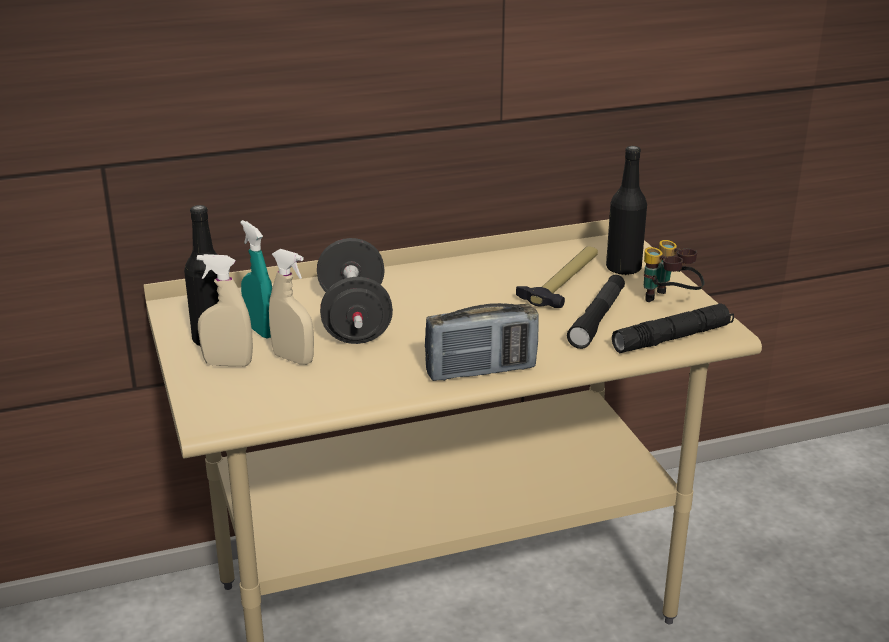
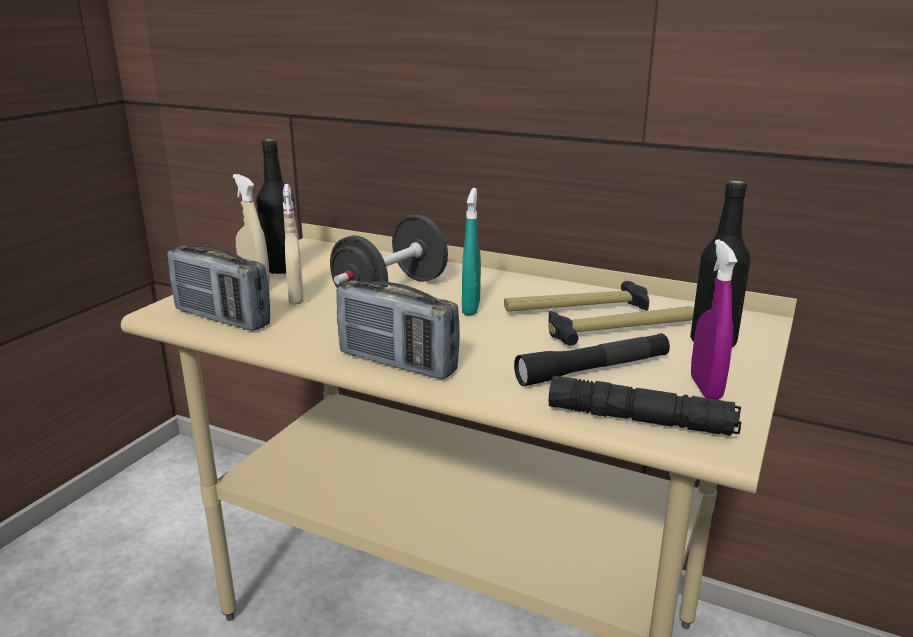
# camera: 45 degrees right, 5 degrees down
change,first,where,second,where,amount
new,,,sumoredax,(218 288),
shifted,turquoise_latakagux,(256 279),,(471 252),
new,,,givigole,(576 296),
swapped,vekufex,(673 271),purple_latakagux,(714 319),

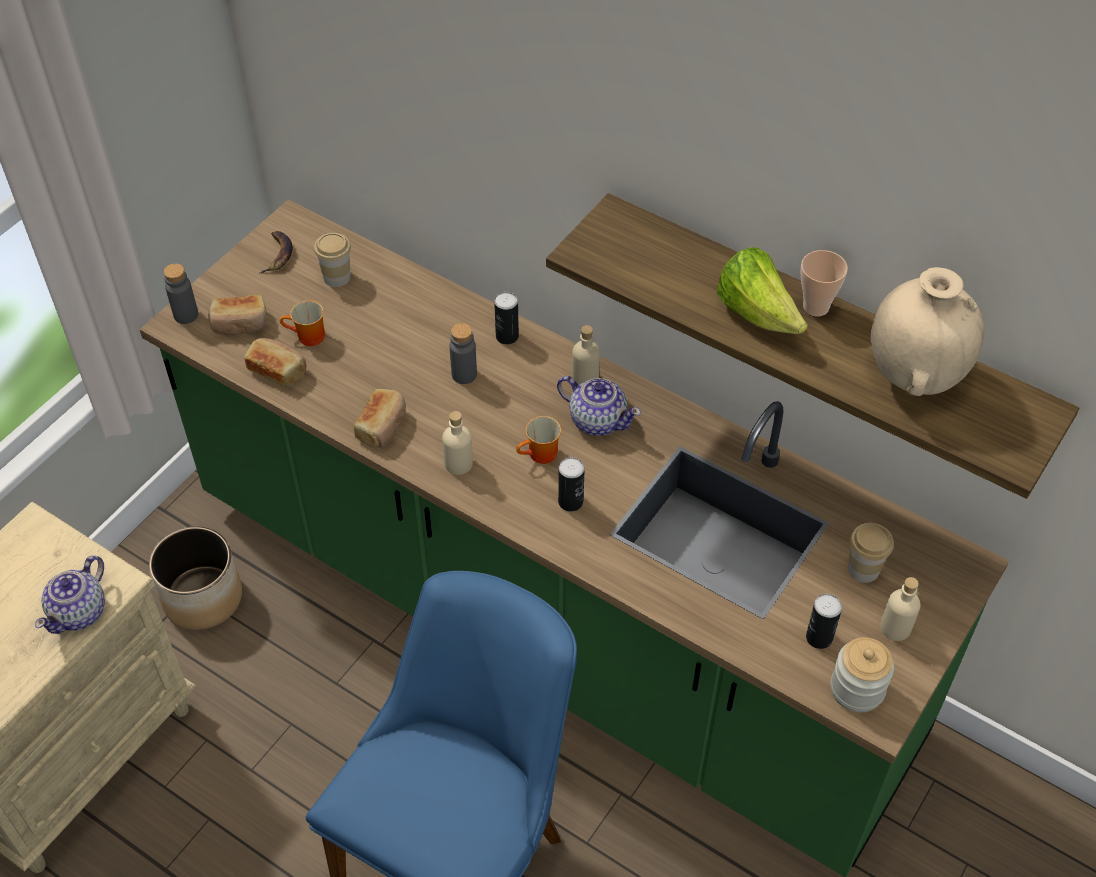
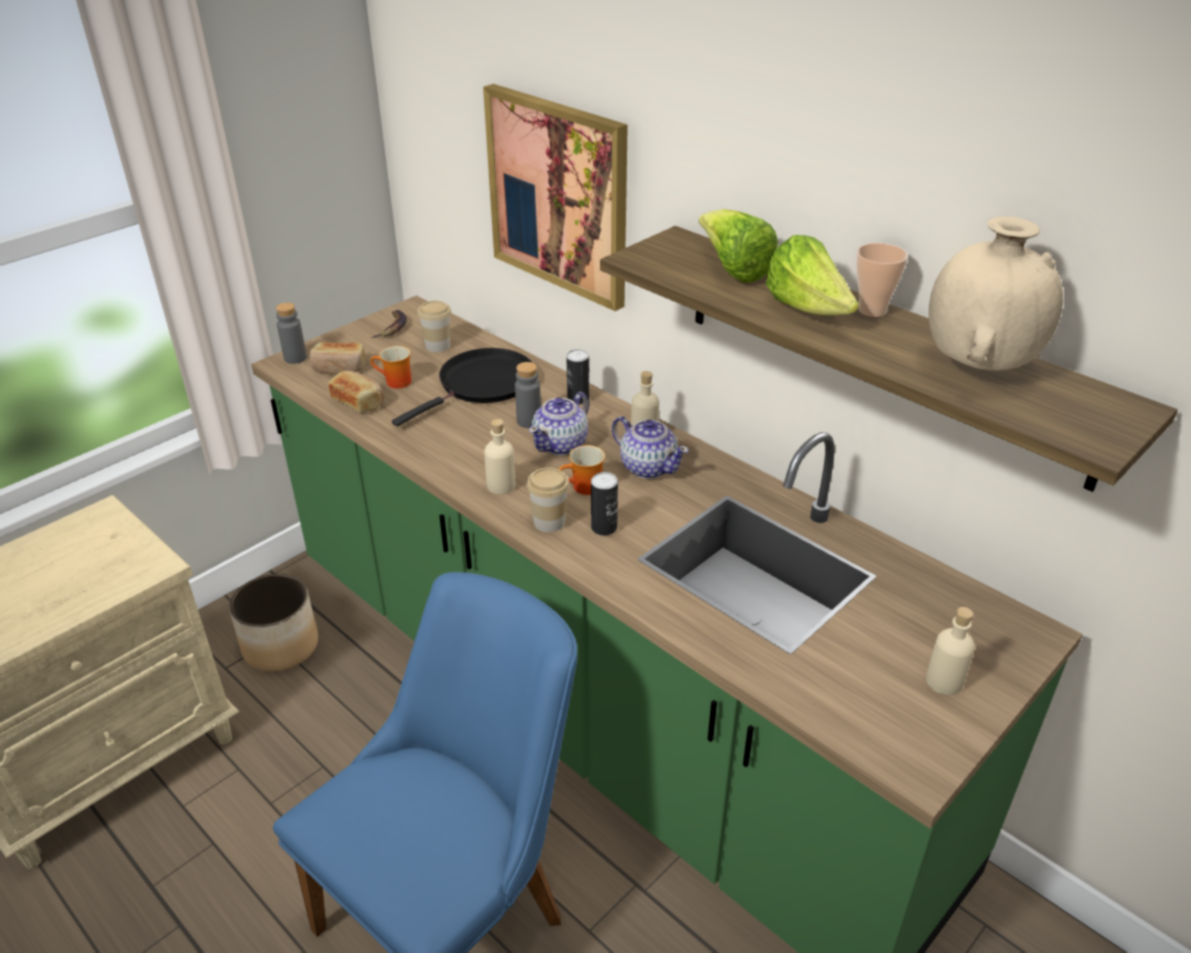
# camera: 10 degrees right, 15 degrees down
change,first,where,second,where,amount
new,,,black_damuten,(462 387),
new,,,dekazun,(555 197),
shifted,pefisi,(871 553),,(548 499),
shifted,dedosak,(70 595),,(559 423),
new,,,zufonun,(738 246),
gone,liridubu,(380 418),,,
gone,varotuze,(824 621),,,
gone,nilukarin,(862 674),,,

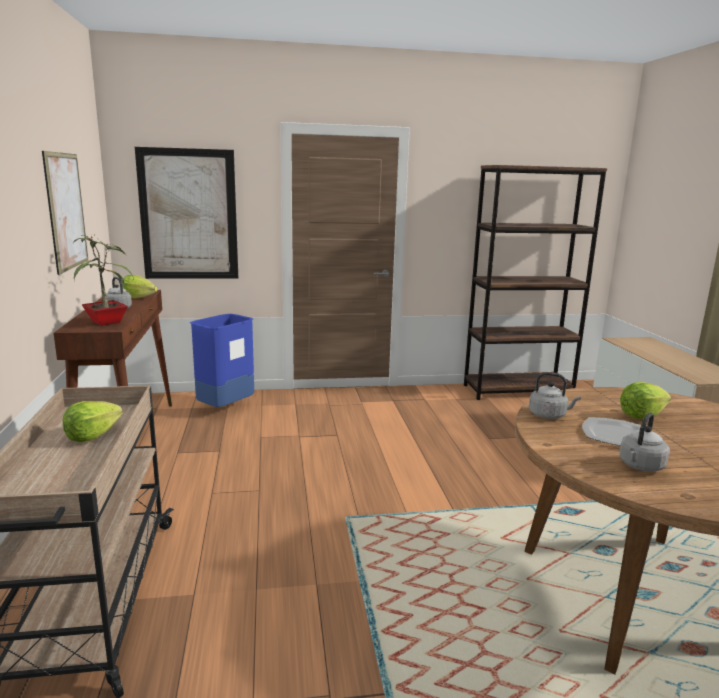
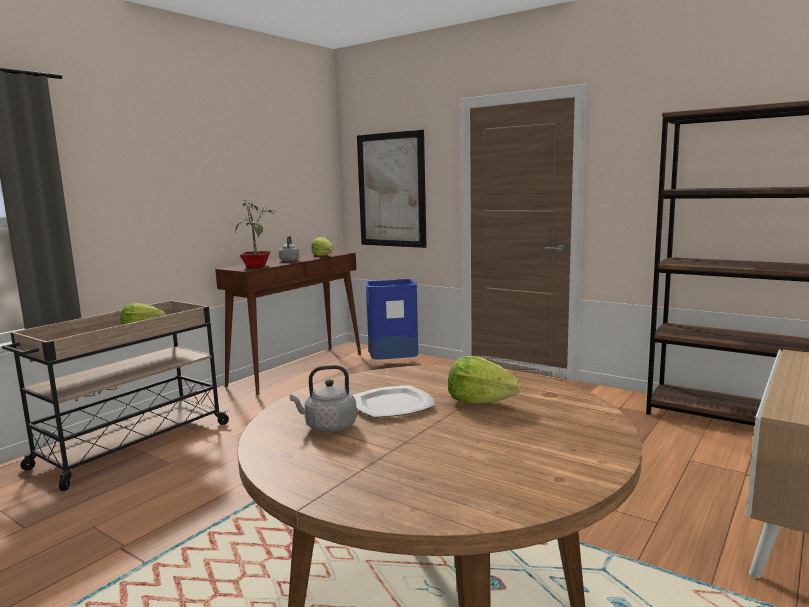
# camera: 45 degrees right, 5 degrees down
change,first,where,second,where,amount
gone,dekazun,(65 213),,,
gone,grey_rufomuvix,(555 395),,,

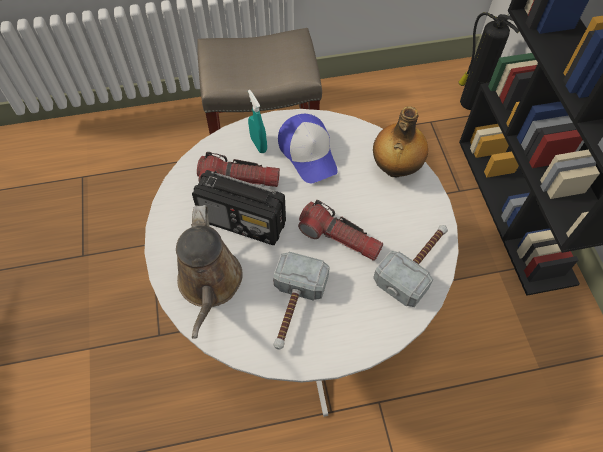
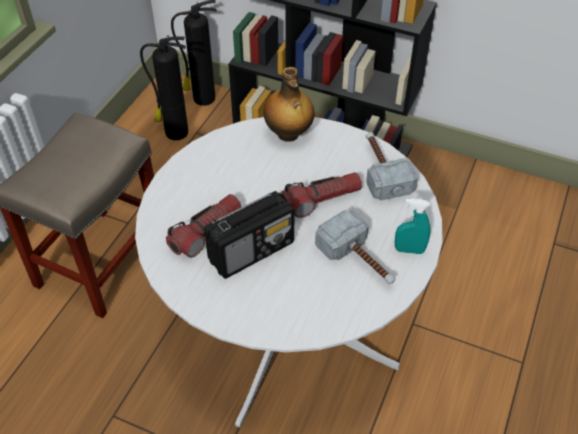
# camera: 55 degrees left, 10 degrees down
change,first,where,second,where,amount
new,,,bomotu,(164 87),
shifted,turquoise_latakagux,(257 121),,(412 226),
gone,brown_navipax,(209 271),,,
gone,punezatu,(308 148),,,

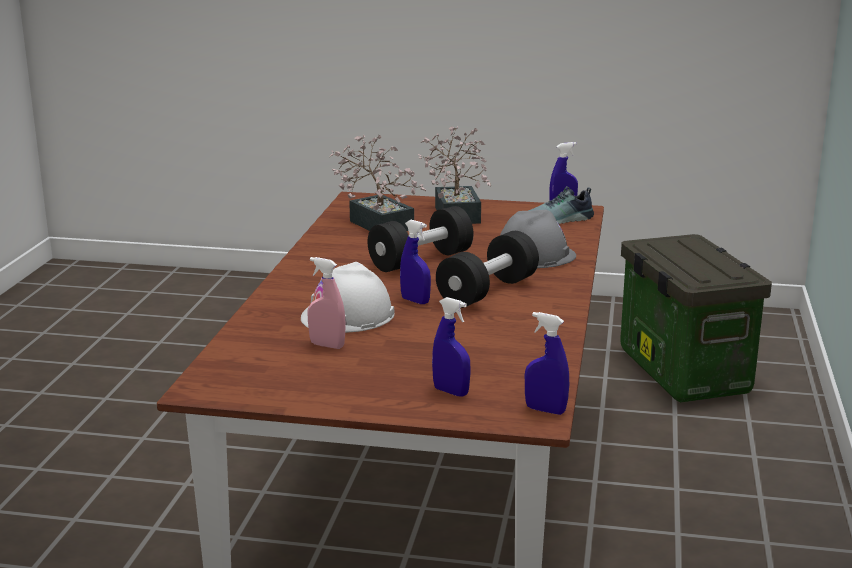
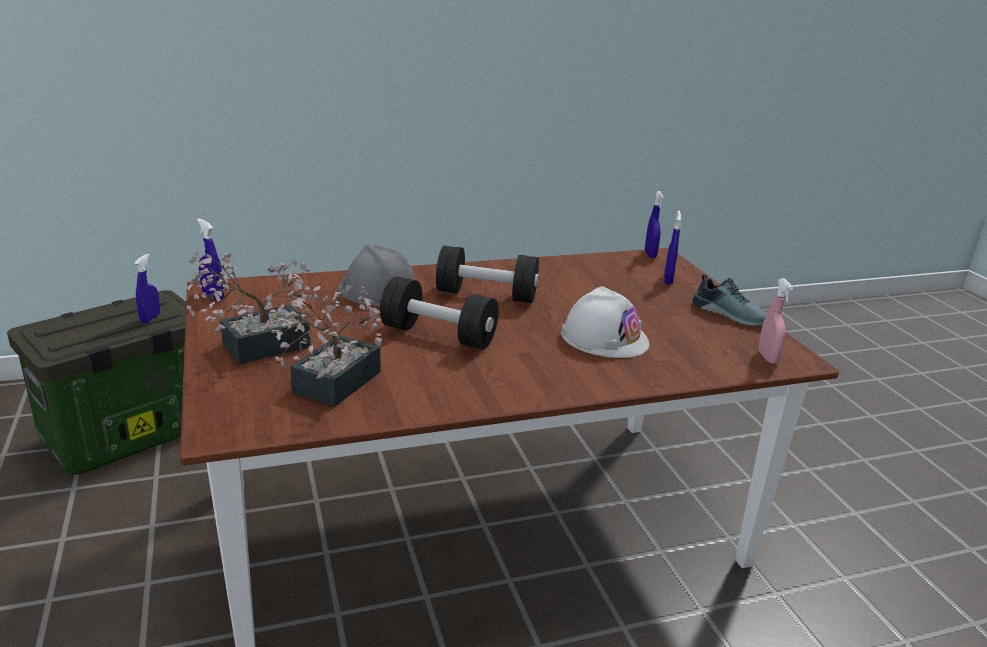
# camera: 120 degrees left, 5 degrees up
change,first,where,second,where,amount
shifted,blue_latakagux,(415 262),,(147 288),
shifted,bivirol,(561 205),,(730 300),
shifted,pink_latakagux,(327 303),,(775 321),

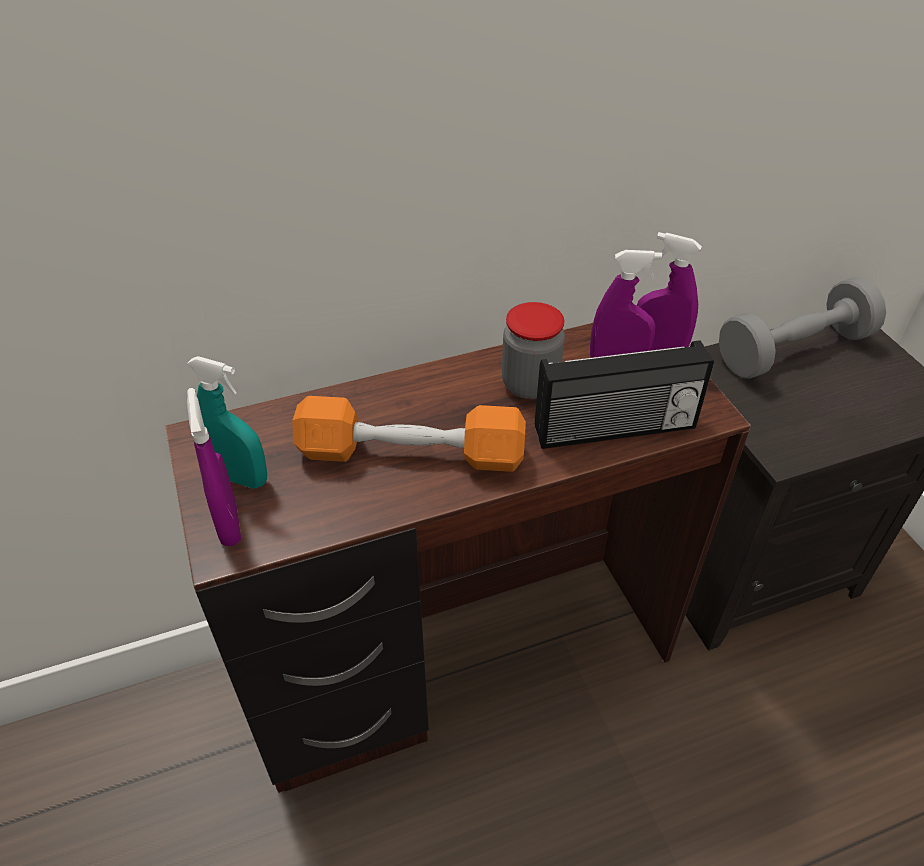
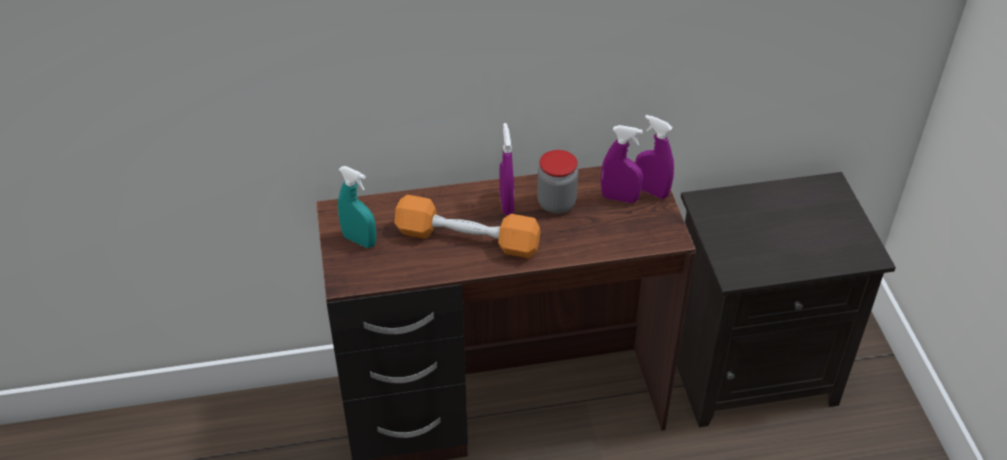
# camera: 10 degrees right, 0 degrees up
change,first,where,second,where,amount
shifted,purple_latakagux,(214 467),,(506 169),
gone,sumoredax,(624 394),,,
gone,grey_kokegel,(802 328),,,

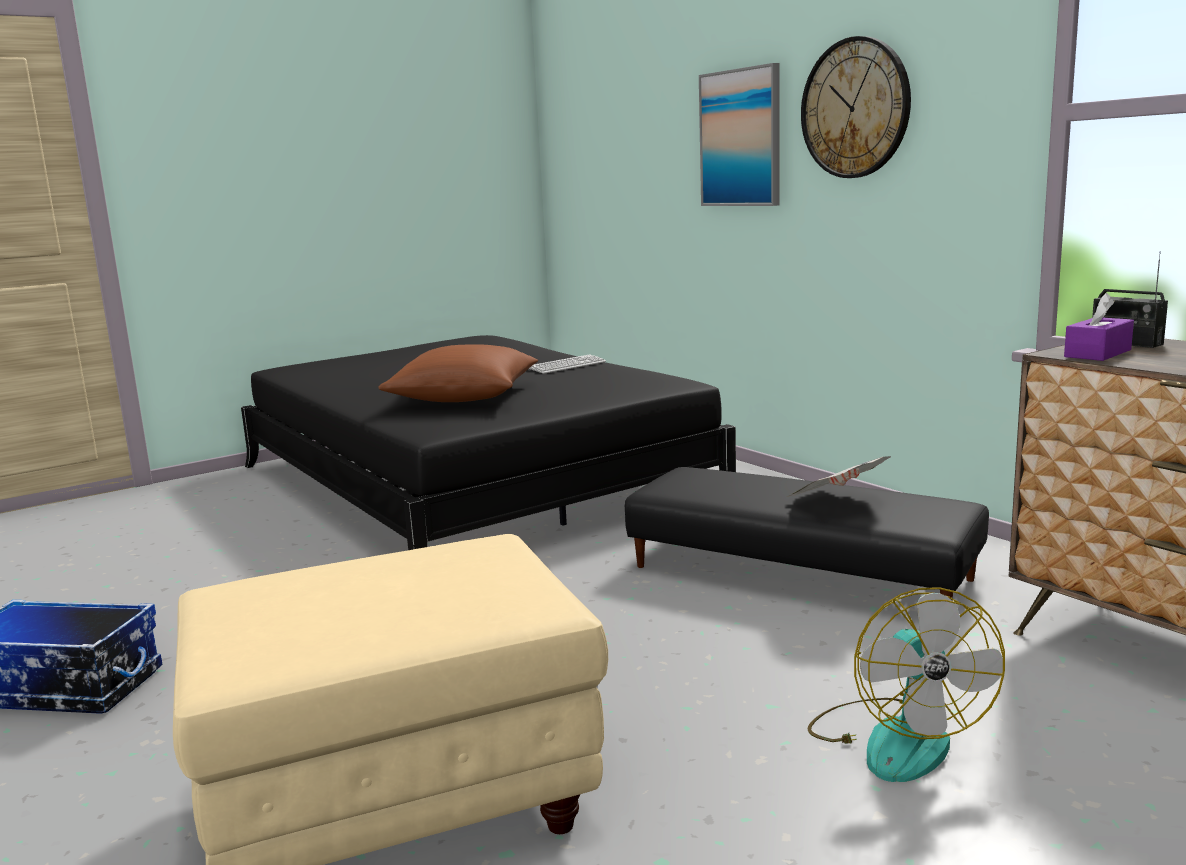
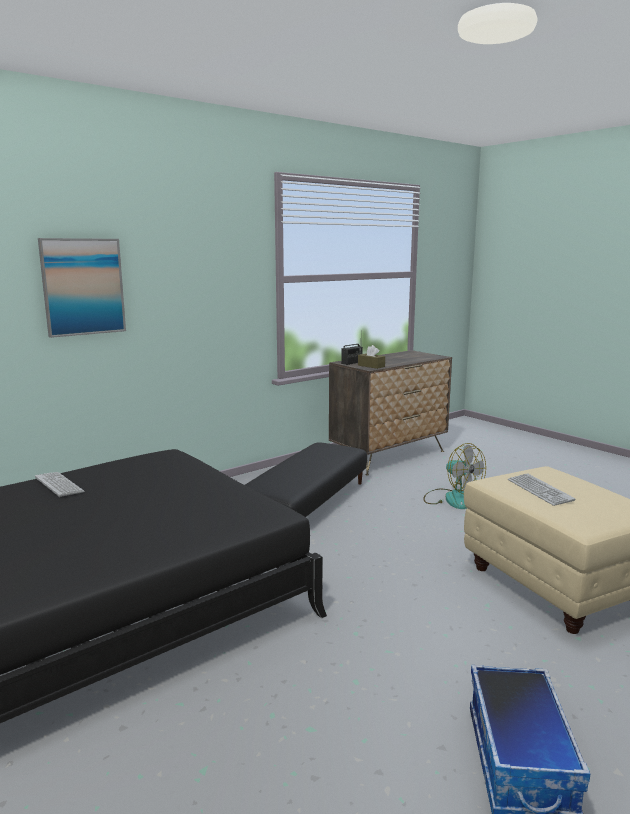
# camera: 95 degrees left, 0 degrees up
change,first,where,second,where,amount
repainted,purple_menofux,(1099 327),brown_menofux,(371 357),
rotated,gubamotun,(906 684),,(454 476),60 degrees clockwise
new,,,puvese,(541 489),
gone,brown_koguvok,(458 373),,,
gone,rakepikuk,(838 476),,,
gone,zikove,(856 107),,,

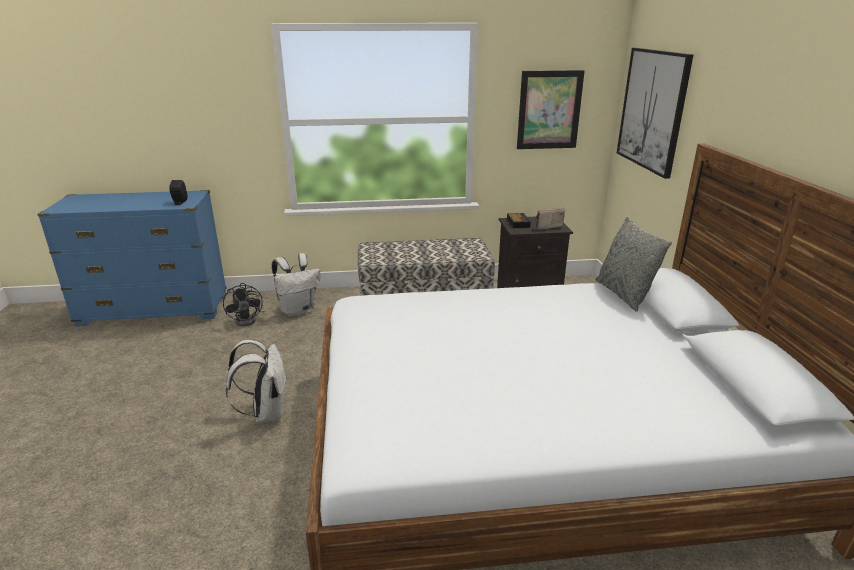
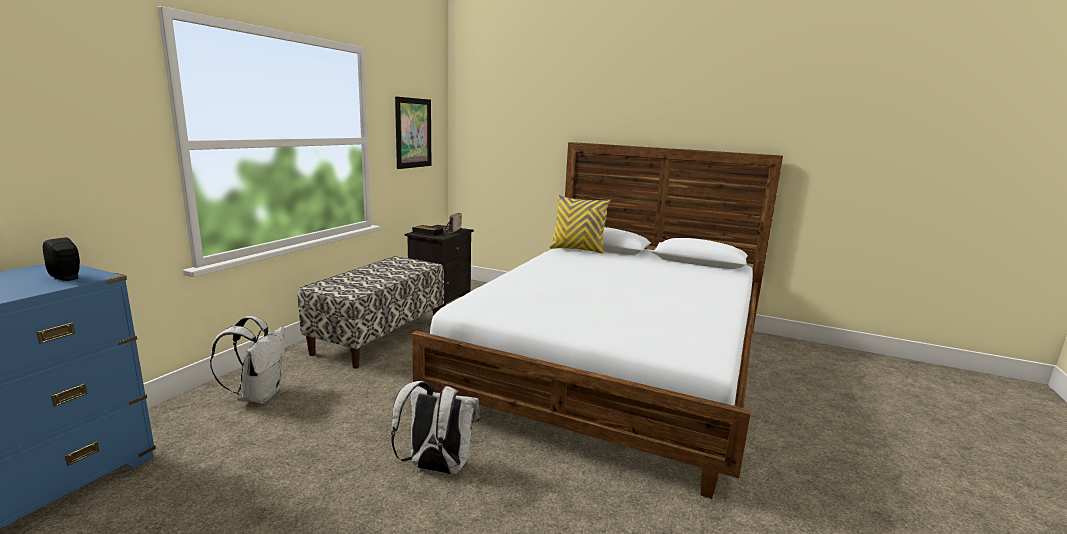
# camera: 60 degrees left, 10 degrees down
change,first,where,second,where,amount
repainted,grey_koguvok,(634 264),yellow_koguvok,(579 224),
gone,black_gubamotun,(244 304),,,
gone,dekazun,(655 113),,,

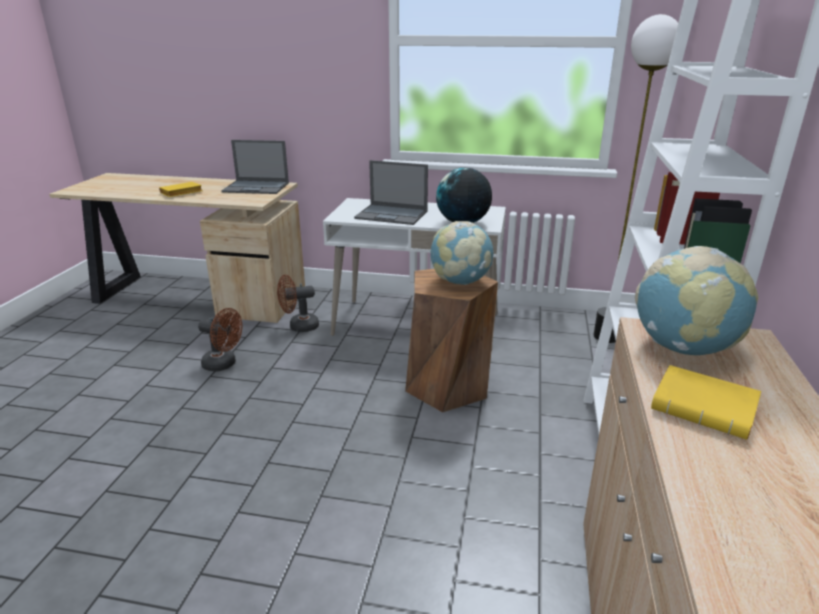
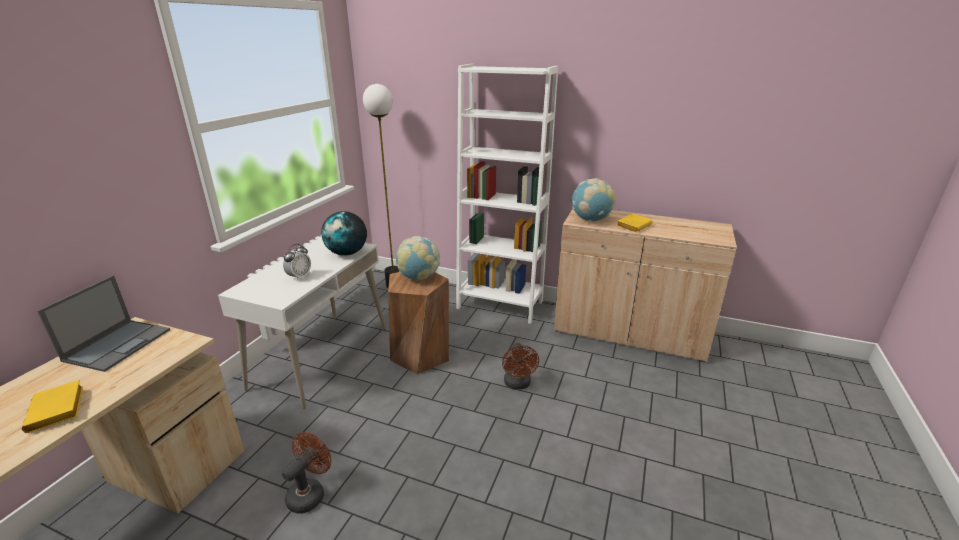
# camera: 80 degrees left, 0 degrees up
change,first,where,second,where,amount
swapped,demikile,(391 192),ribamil,(297 262),
shifted,brown_gubamotun,(298 303),,(520 366),

